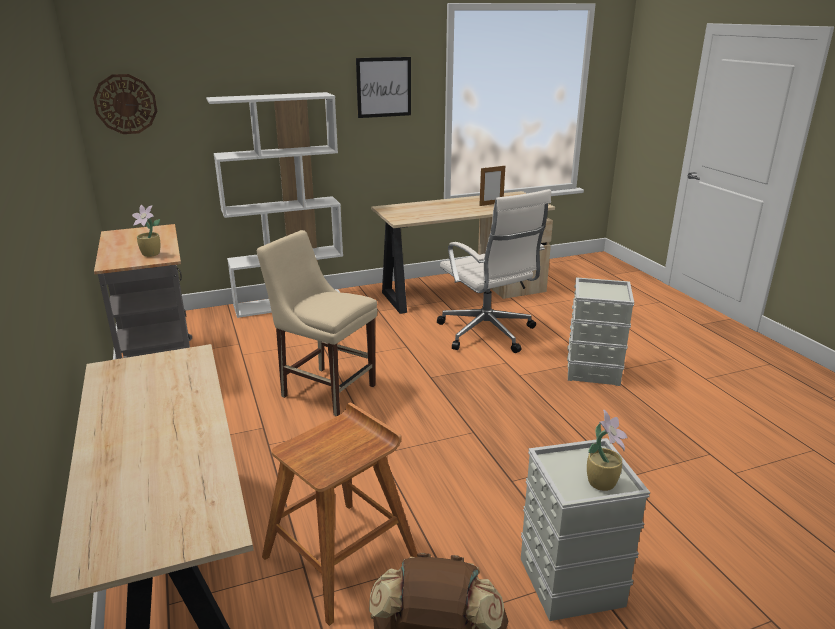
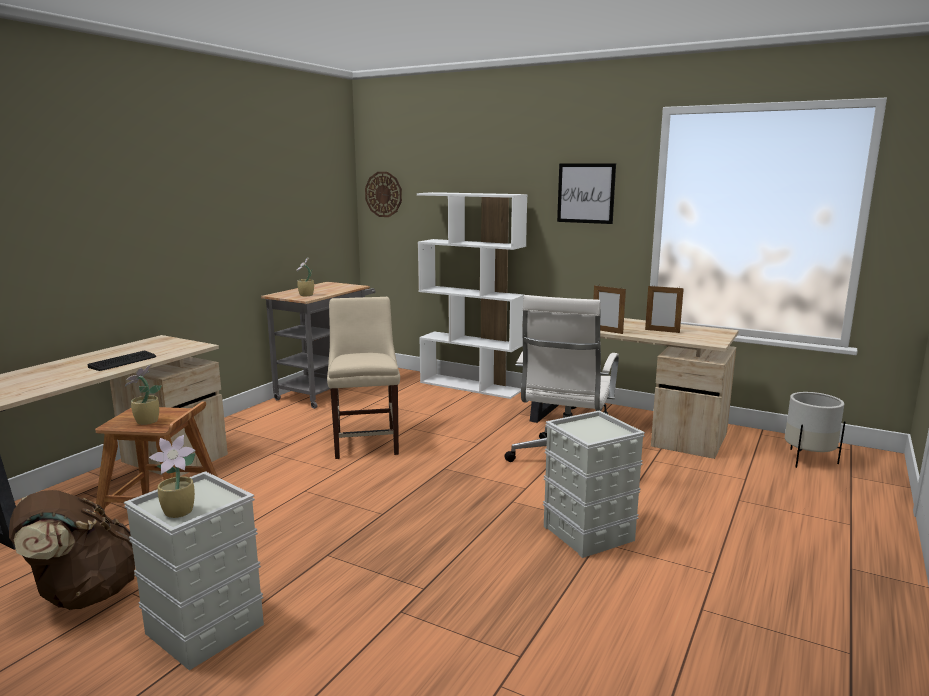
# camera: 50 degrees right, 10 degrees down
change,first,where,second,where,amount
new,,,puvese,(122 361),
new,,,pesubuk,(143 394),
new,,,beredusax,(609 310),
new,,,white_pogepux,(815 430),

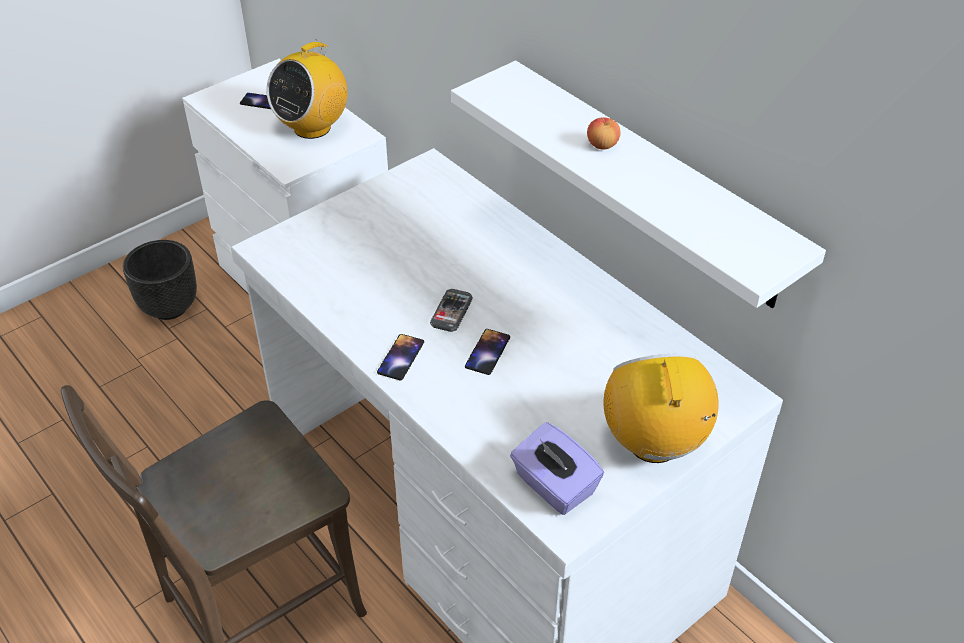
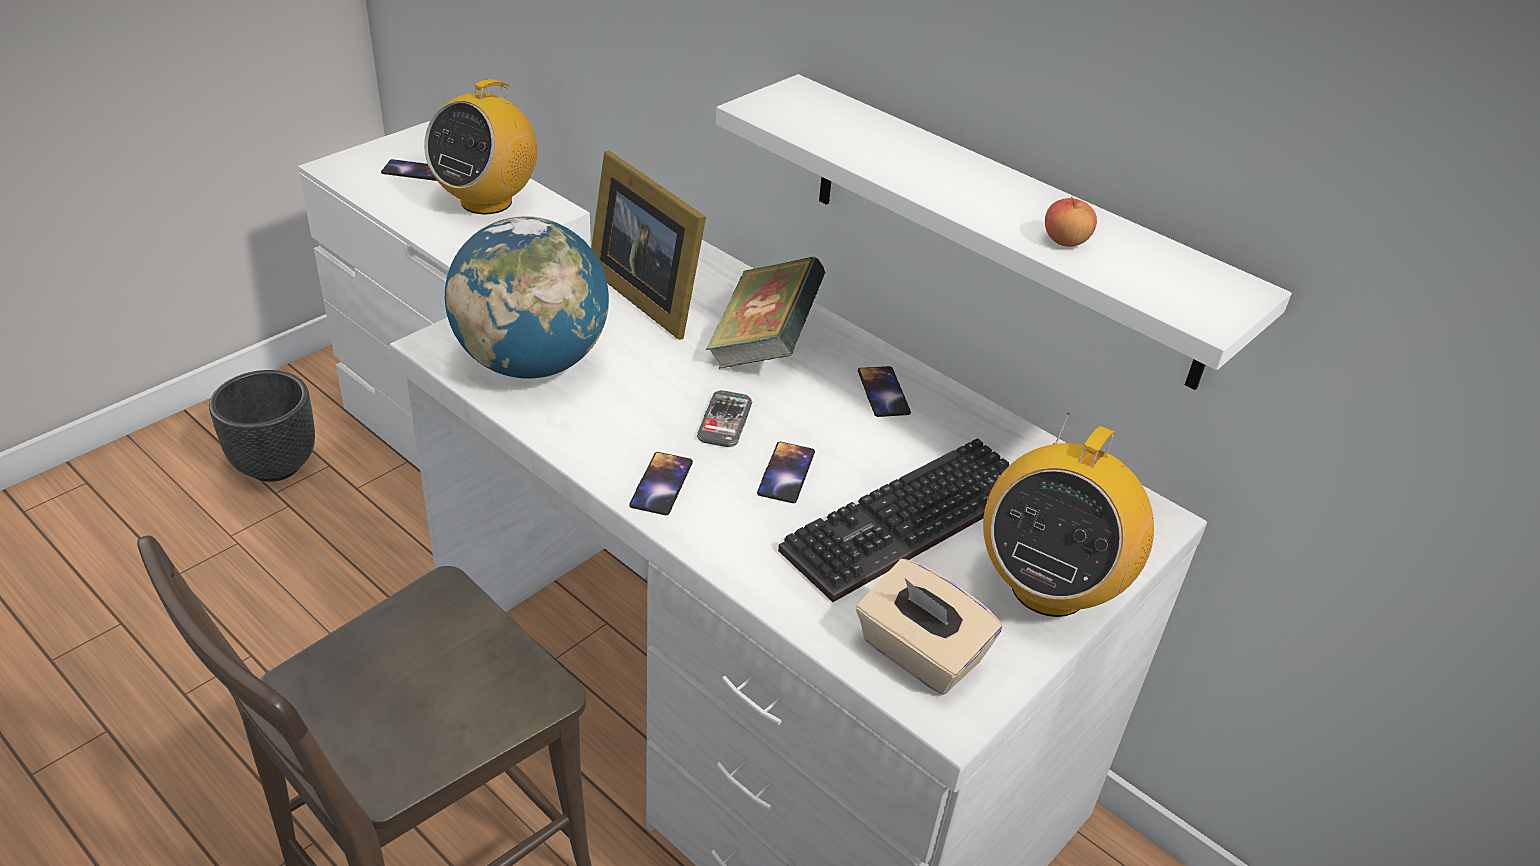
# camera: 10 degrees left, 5 degrees down
change,first,where,second,where,amount
new,,,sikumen,(527 297),
new,,,beredusax,(648 245),
new,,,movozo,(765 312),
new,,,puvese,(893 520),
repainted,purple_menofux,(557 468),beige_menofux,(929 627),
new,,,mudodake,(884 391),
rotated,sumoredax,(661 408),,(1068 515),135 degrees counterclockwise
shifted,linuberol,(603 133),,(1071 222),

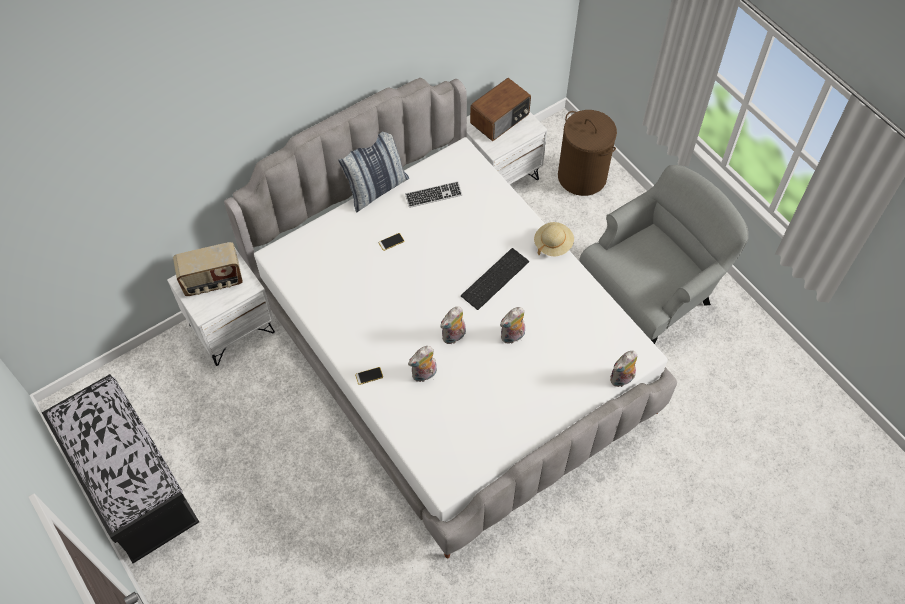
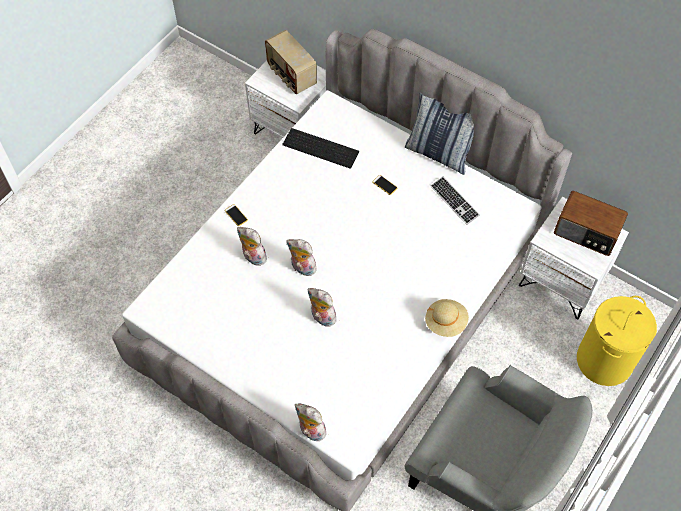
# camera: 70 degrees right, 0 degrees up
change,first,where,second,where,amount
shifted,puvese,(495 279),,(320 148),
repainted,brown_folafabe,(587 153),yellow_folafabe,(617 341),
gone,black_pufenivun,(120 468),,,

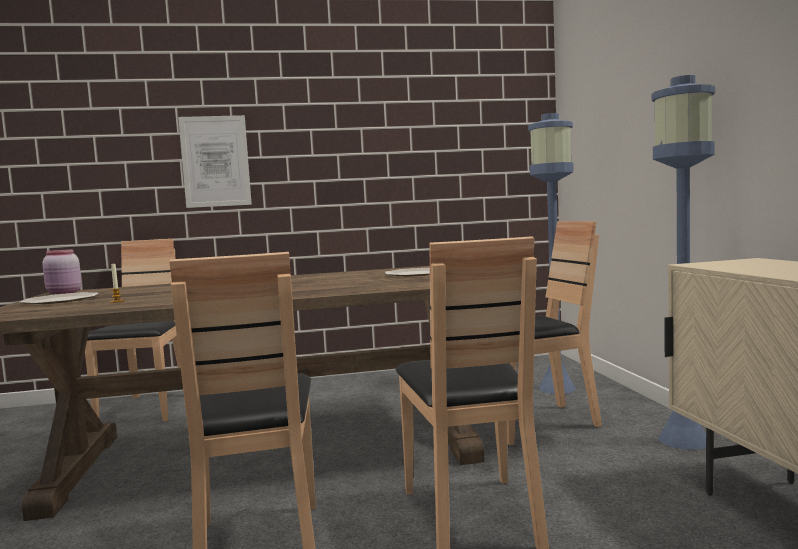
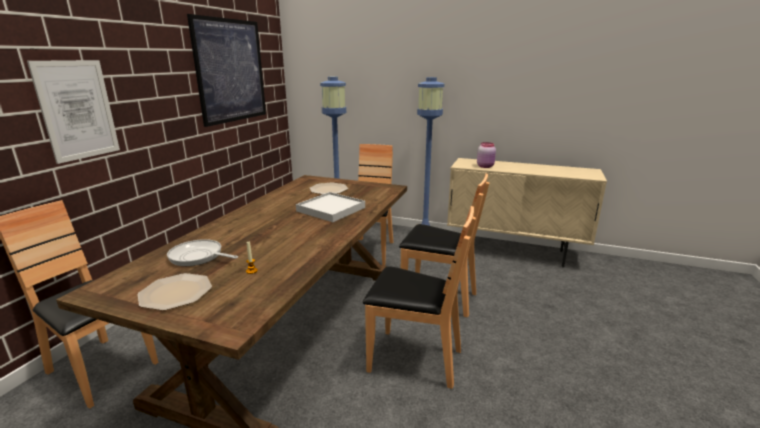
# camera: 60 degrees left, 15 degrees up
change,first,where,second,where,amount
new,,,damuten,(202 252),
new,,,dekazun,(226 70),
new,,,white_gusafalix,(330 207),
shifted,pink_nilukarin,(62 272),,(486 155),

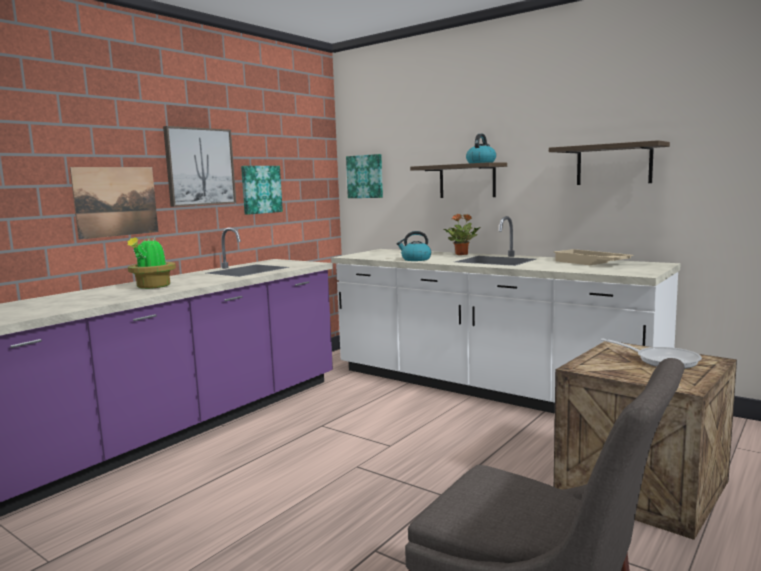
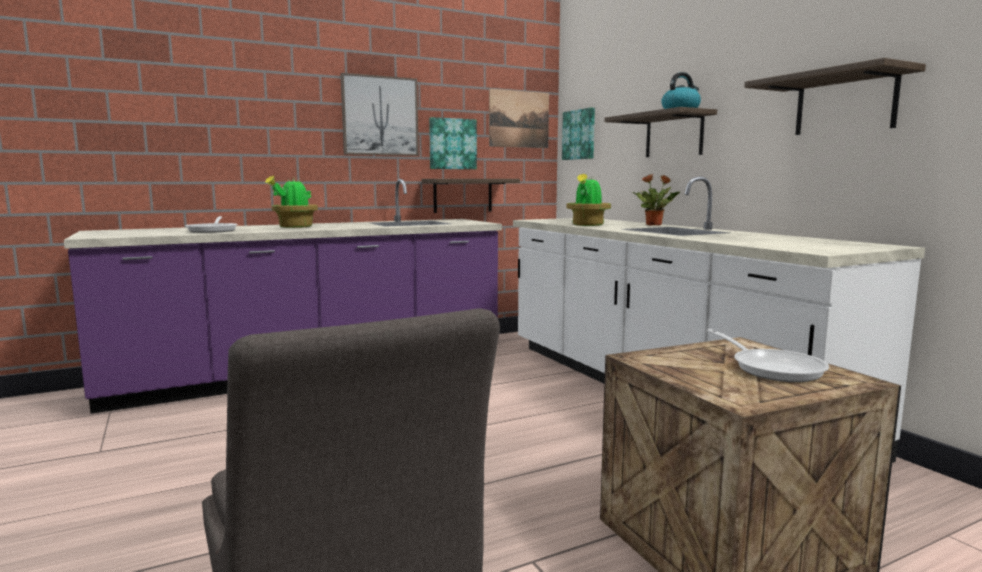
# camera: 25 degrees right, 0 degrees up
change,first,where,second,where,amount
new,,,damuten,(211 224),
new,,,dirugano,(470 196),
shifted,dekazun,(114 203),,(519 118),
swapped,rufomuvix,(414 246),pesubuk,(588 200),
gone,beige_gusafalix,(593 257),,,

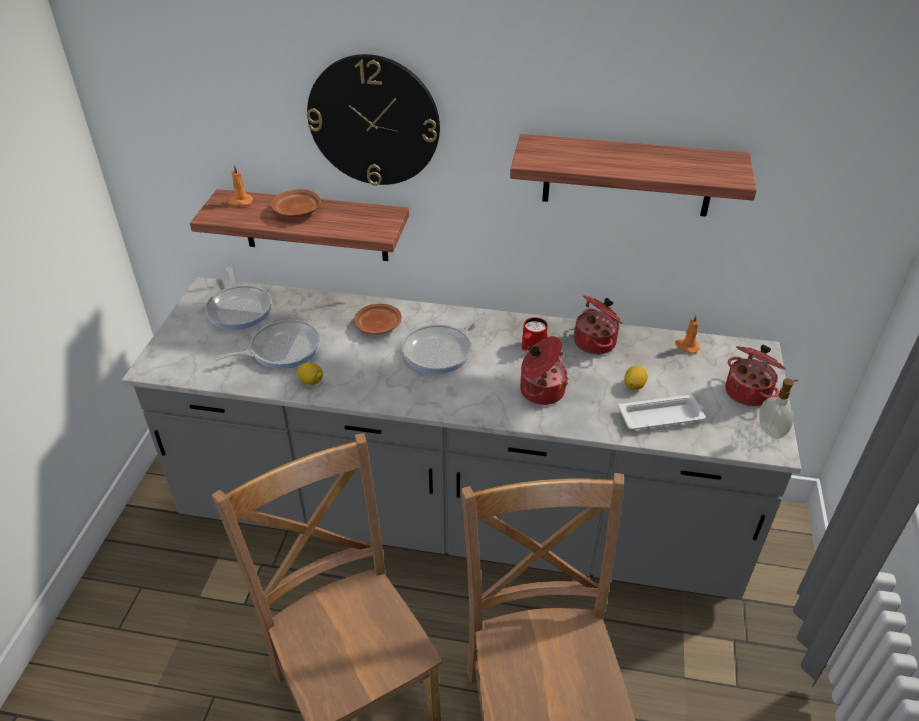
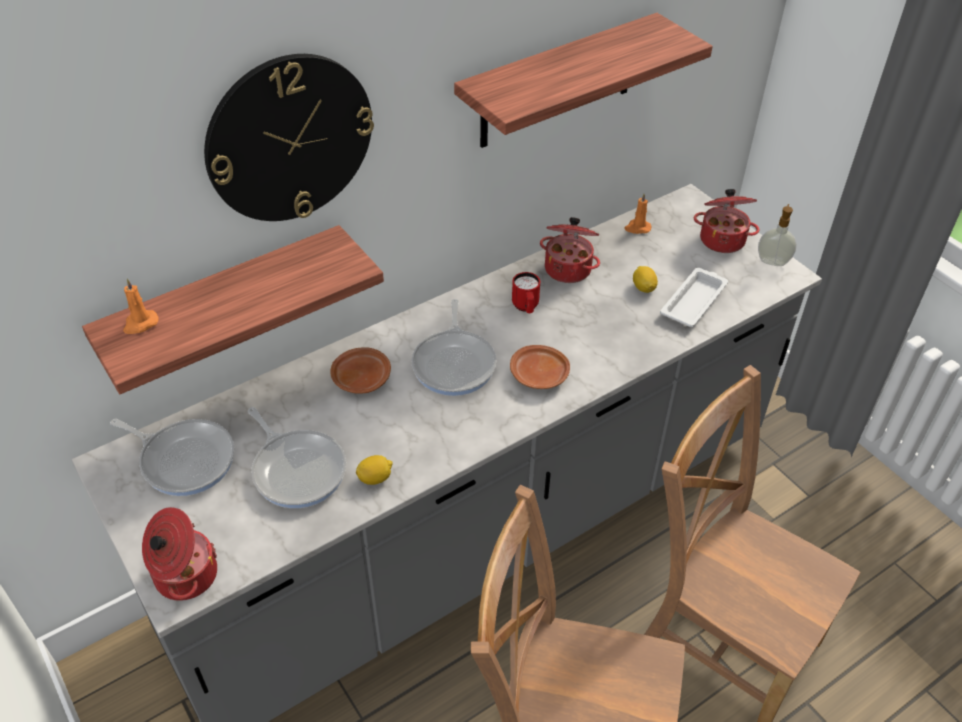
# camera: 45 degrees left, 5 degrees up
change,first,where,second,where,amount
shifted,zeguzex,(544 370),,(179 554),
rotated,damuten,(267 344),,(297 457),120 degrees clockwise
shifted,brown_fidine,(296 203),,(540 367),

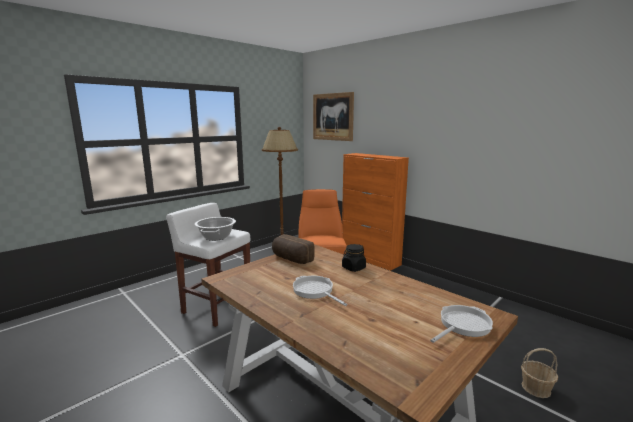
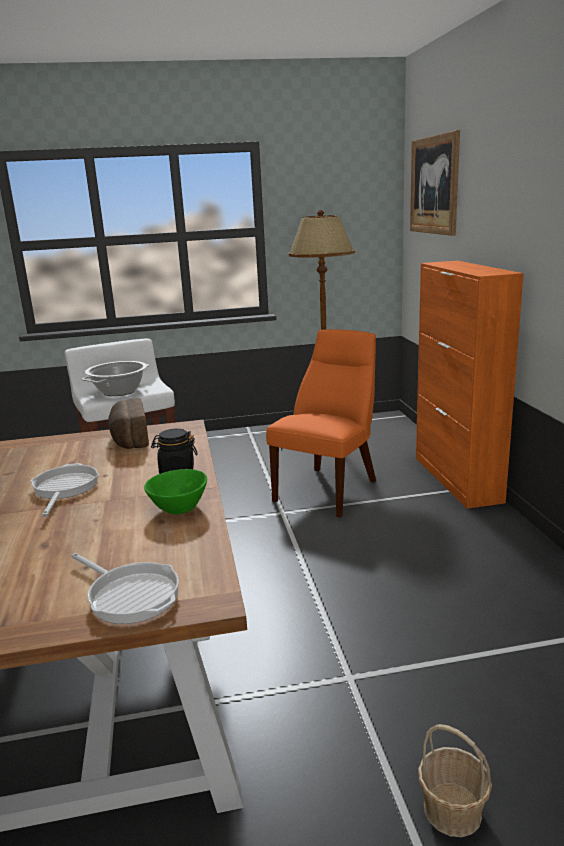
# camera: 35 degrees right, 5 degrees up
change,first,where,second,where,amount
rotated,damuten,(461 324),,(125 588),45 degrees clockwise
new,,,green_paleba,(175 492),

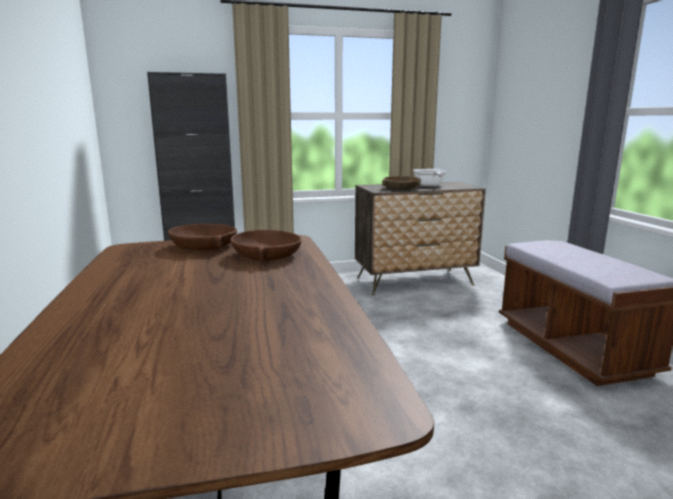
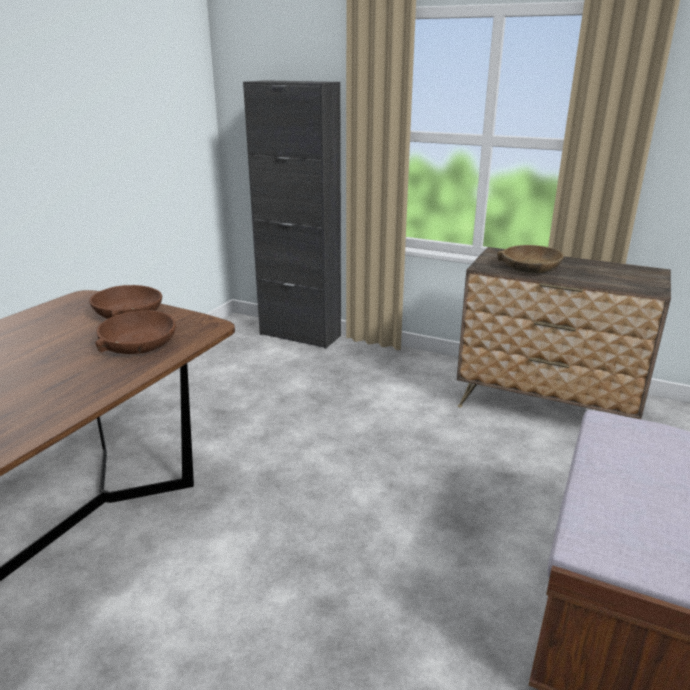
# camera: 40 degrees right, 10 degrees up
change,first,where,second,where,amount
gone,damuten,(429 177),,,

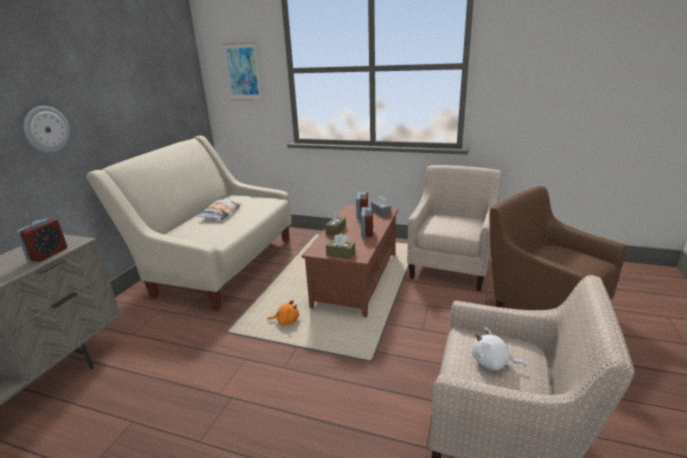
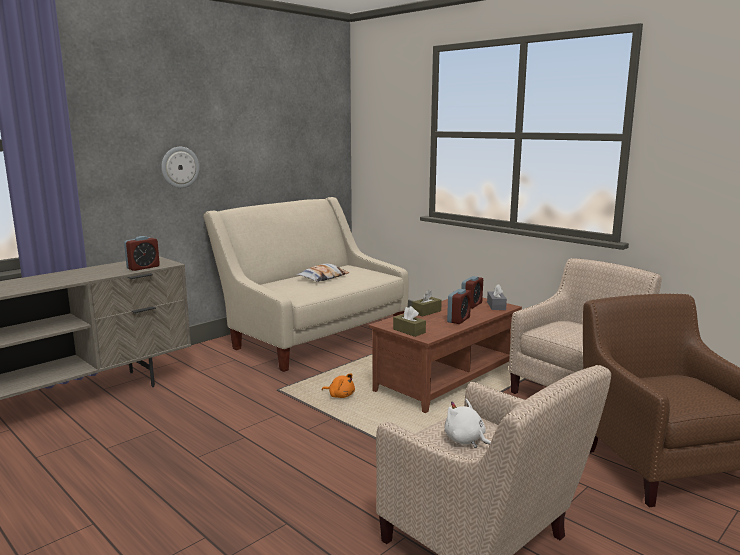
# camera: 25 degrees right, 10 degrees down
change,first,where,second,where,amount
gone,dekazun,(242 71),,,

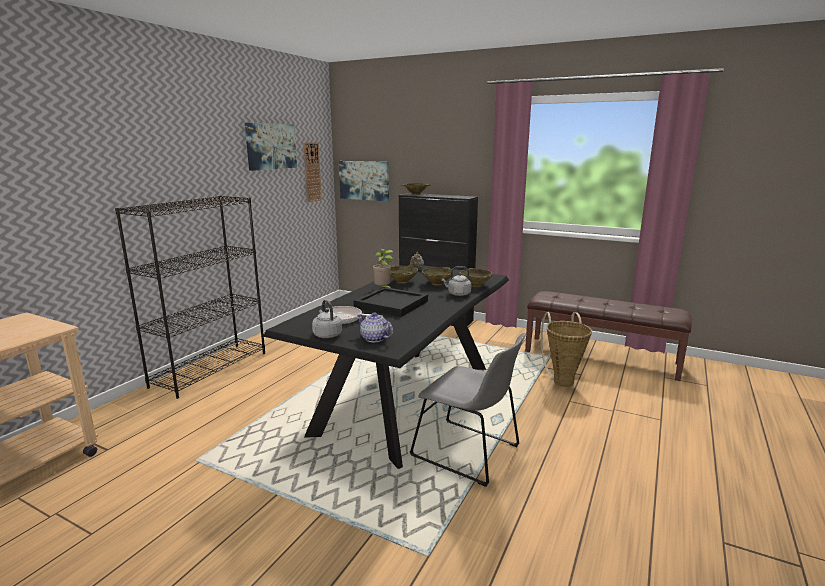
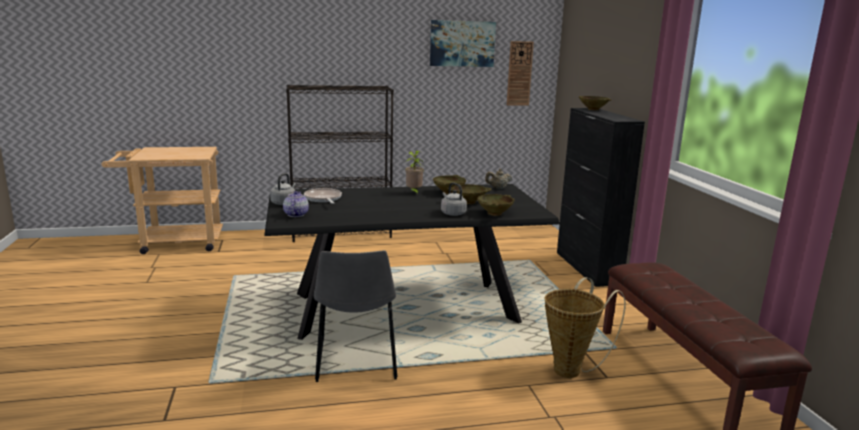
# camera: 50 degrees right, 0 degrees up
change,first,where,second,where,amount
gone,dekazun,(364 181),,,
gone,black_gusafalix,(391 302),,,

